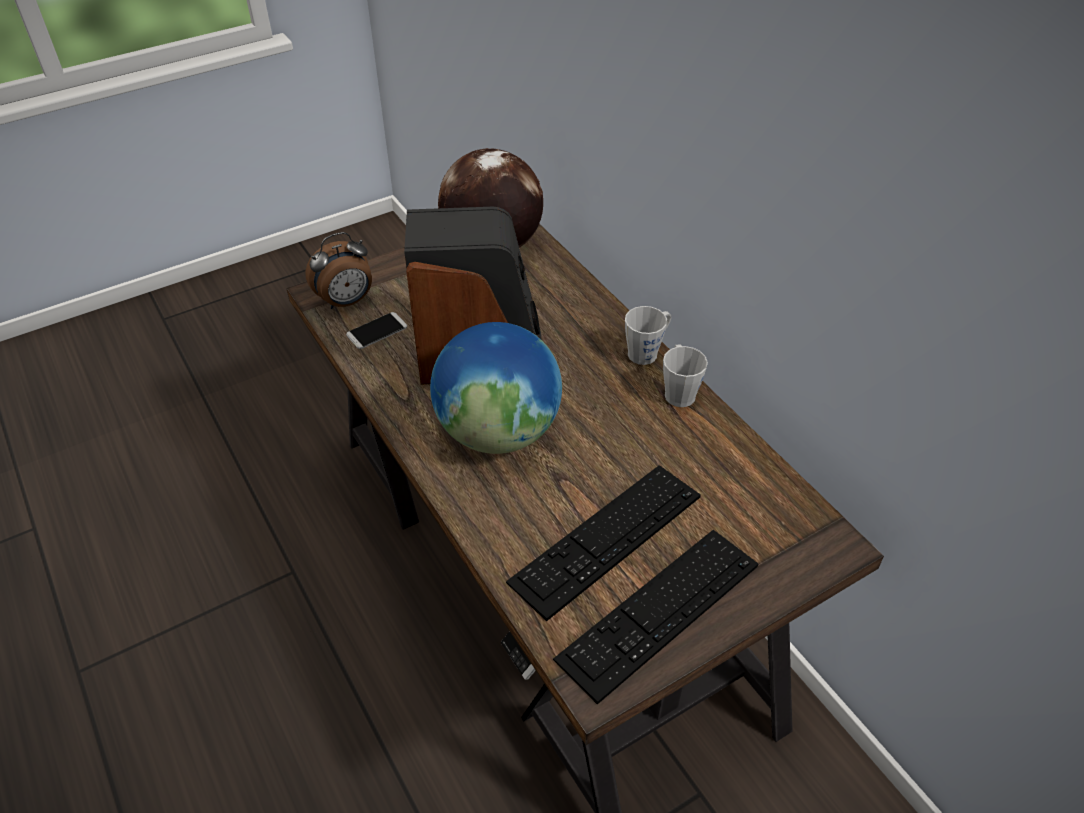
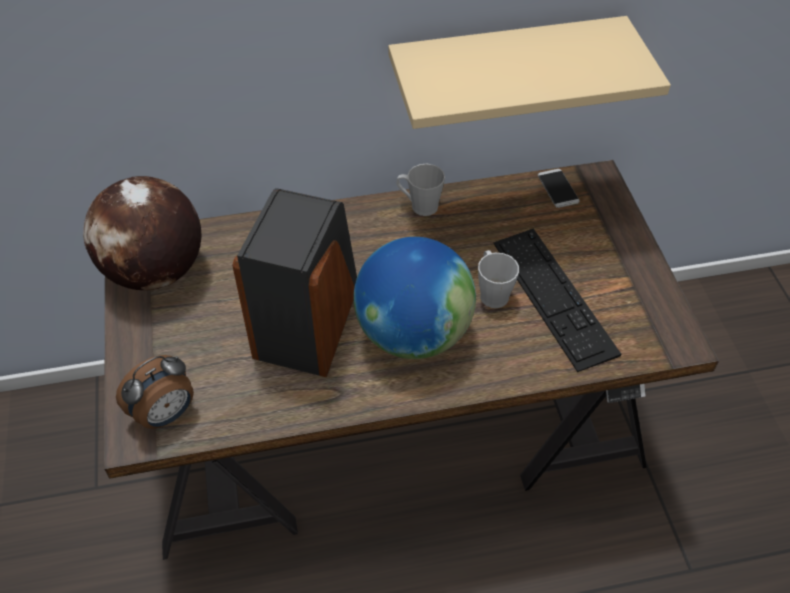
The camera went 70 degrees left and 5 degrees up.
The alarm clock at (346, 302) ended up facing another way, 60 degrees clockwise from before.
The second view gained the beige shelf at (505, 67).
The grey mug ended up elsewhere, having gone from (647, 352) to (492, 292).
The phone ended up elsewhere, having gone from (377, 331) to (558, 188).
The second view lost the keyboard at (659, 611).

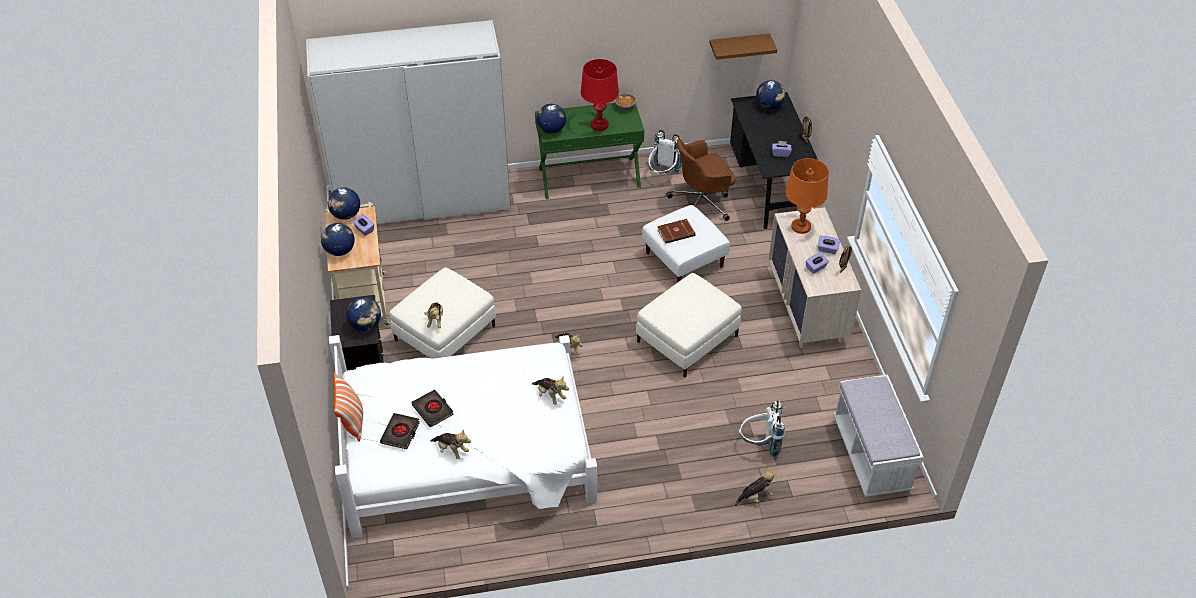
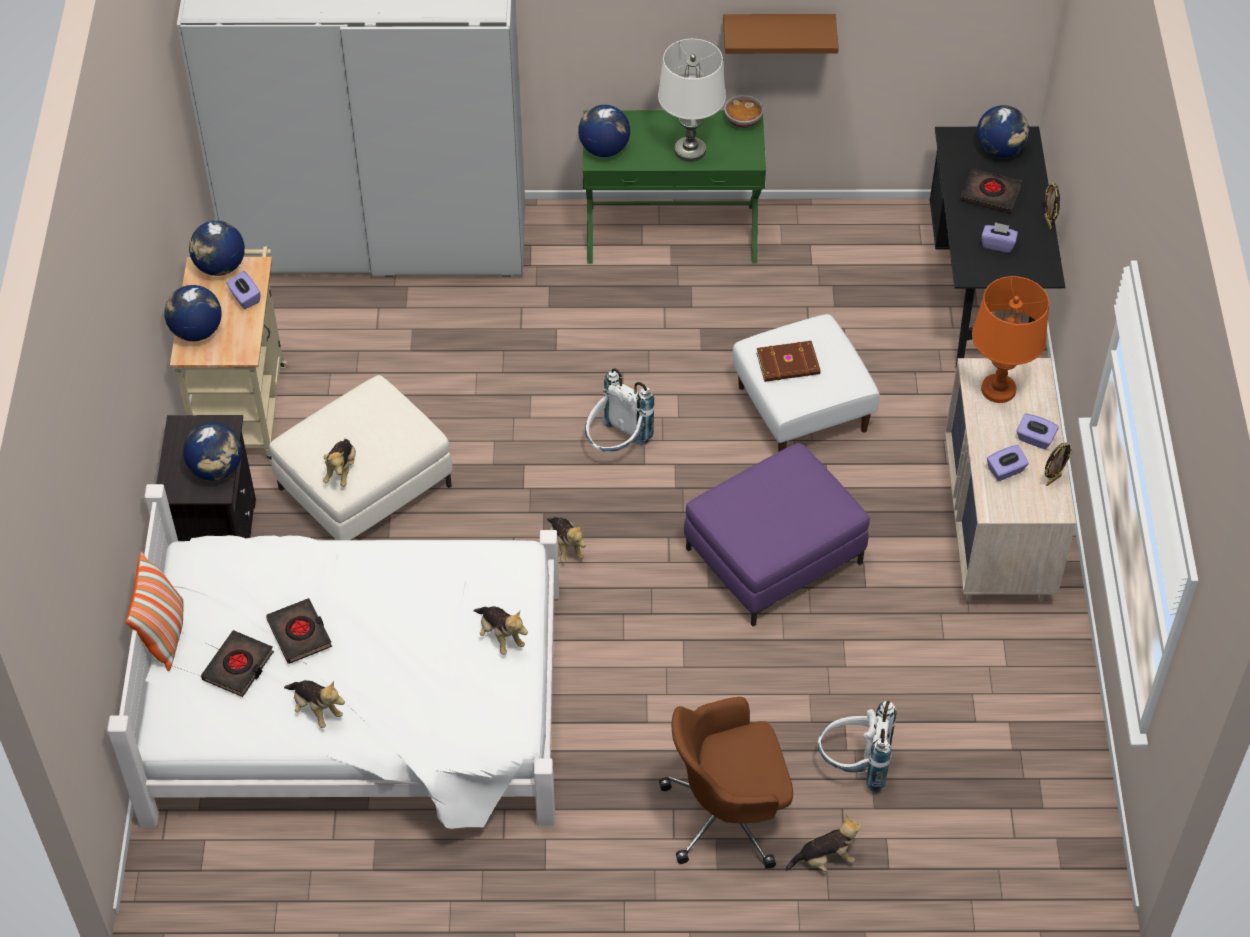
The camera went 10 degrees right and 5 degrees up.
The white backpack ended up elsewhere, having gone from (662, 174) to (616, 446).
What was the red table lamp at (599, 125) turned into the white table lamp at (689, 150).
The brown office chair ended up elsewhere, having gone from (701, 203) to (728, 814).
What was the white ottoman at (687, 339) turned into the purple ottoman at (773, 556).
The brown shelf ended up elsewhere, having gone from (738, 46) to (778, 30).
The second view gained the black book at (990, 194).
The second view lost the white bench at (871, 455).

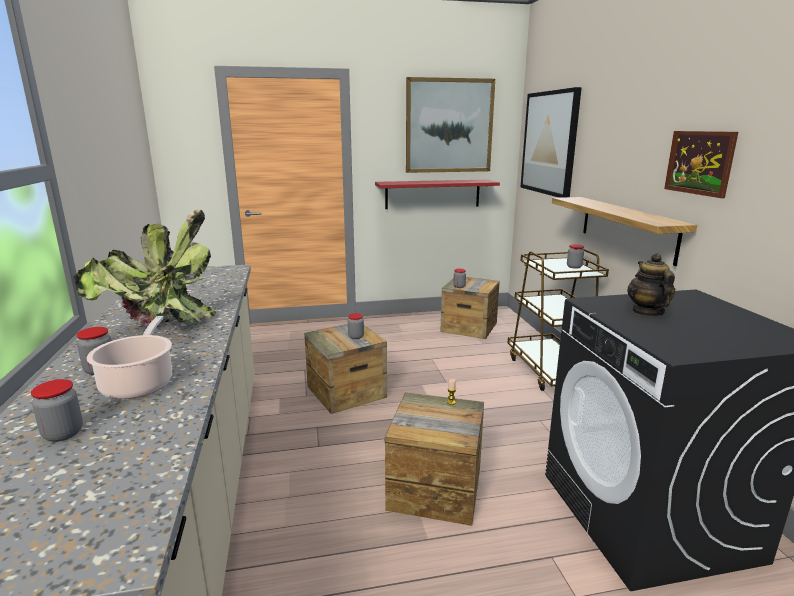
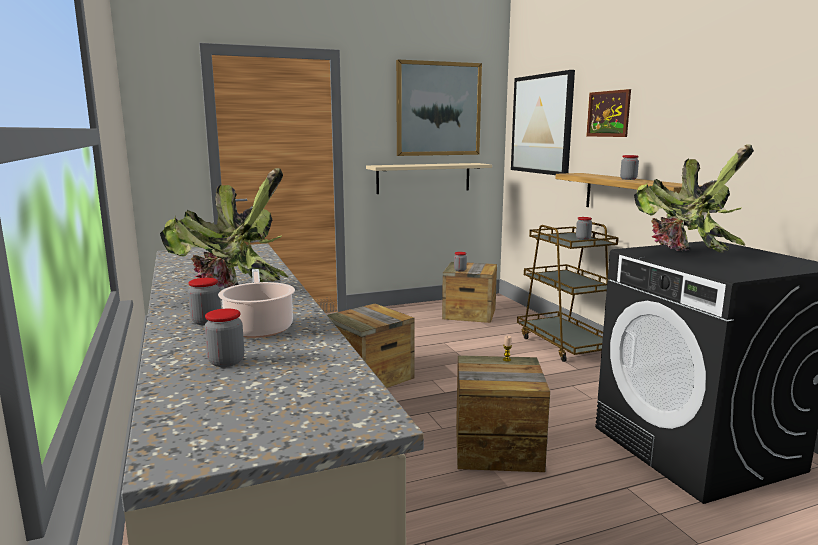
The camera went 10 degrees left and 5 degrees down.
What was the red shelf at (432, 194) turned into the beige shelf at (423, 178).
The picture ended up elsewhere, having gone from (699, 162) to (608, 114).
The jar ended up elsewhere, having gone from (356, 337) to (628, 179).
Where the teapot stood at (647, 312), the potted plant came to stand at (686, 254).

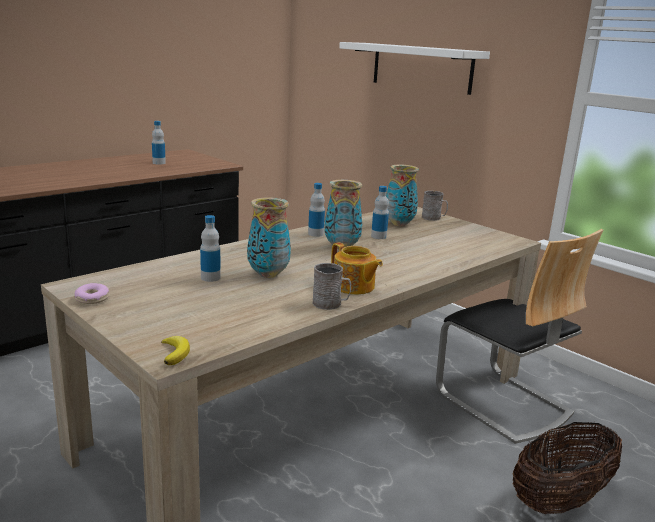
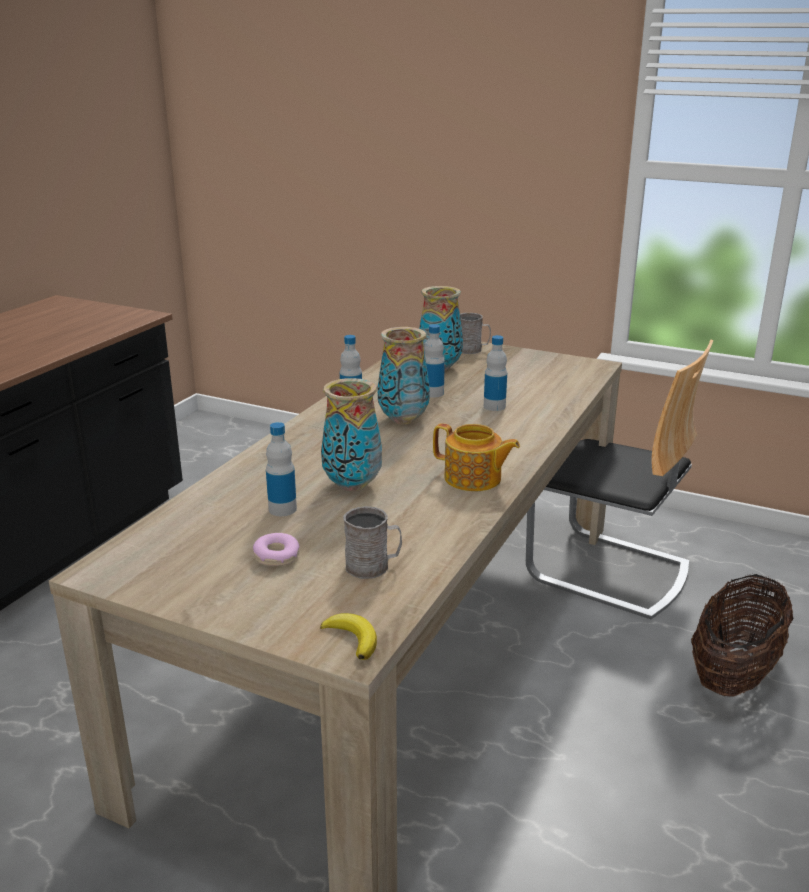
The camera went 20 degrees left and 5 degrees up.
The donut ended up elsewhere, having gone from (92, 299) to (276, 557).
The grey mug ended up elsewhere, having gone from (331, 304) to (373, 566).
The bottle ended up elsewhere, having gone from (159, 163) to (494, 406).
The second view lost the white shelf at (421, 67).

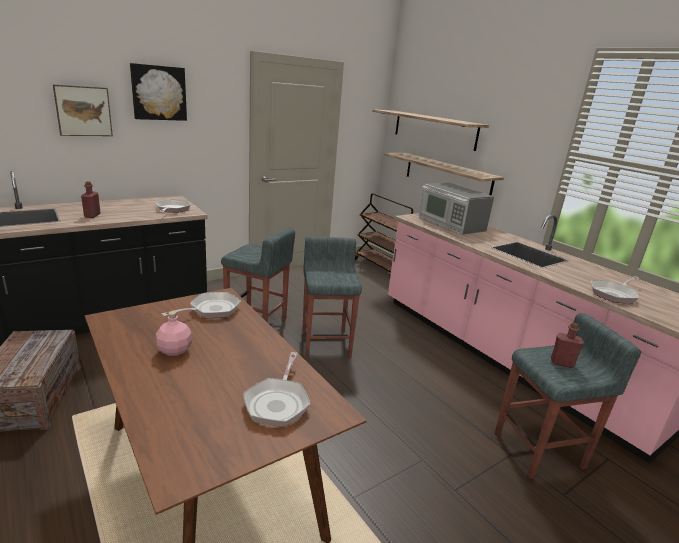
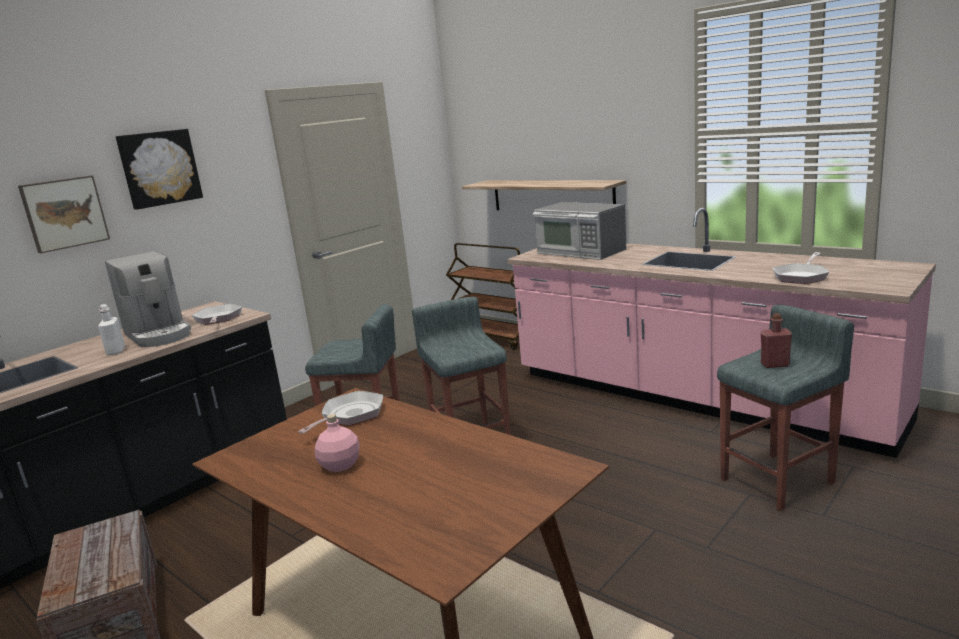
The camera went 10 degrees left and 5 degrees down.
What was the red bottle at (92, 215) turned into the white bottle at (116, 351).
The second view gained the coffee machine at (159, 334).
The second view lost the frying pan at (278, 402).
The second view lost the shelf at (434, 129).

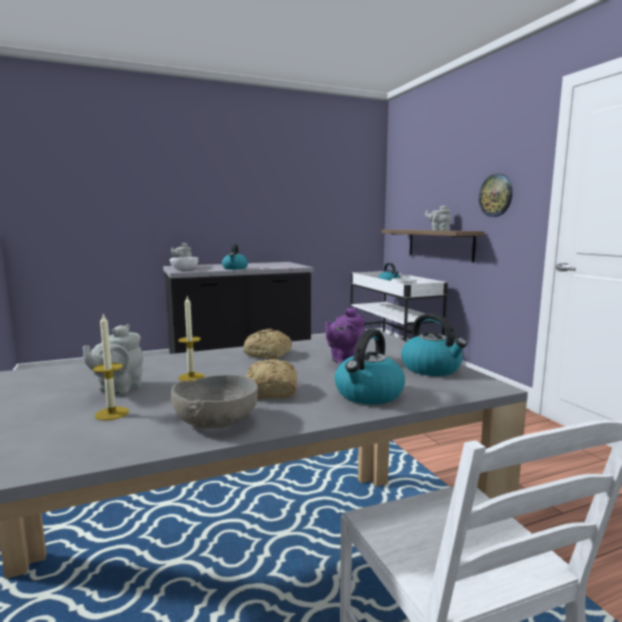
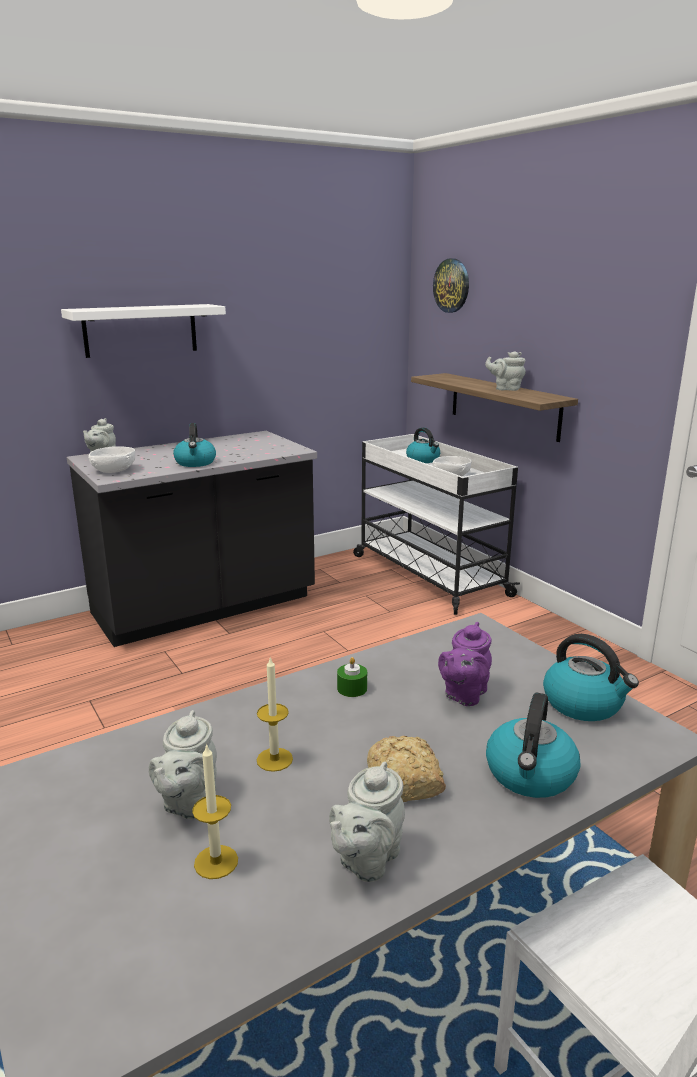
The camera went 10 degrees left and 10 degrees up.
The second view gained the white shelf at (140, 330).
Where the grey bowl stood at (216, 421), the grey teapot came to stand at (366, 860).
Where the bread stood at (268, 354), the green candle came to stand at (352, 688).
The wall clock ended up elsewhere, having gone from (496, 195) to (452, 285).

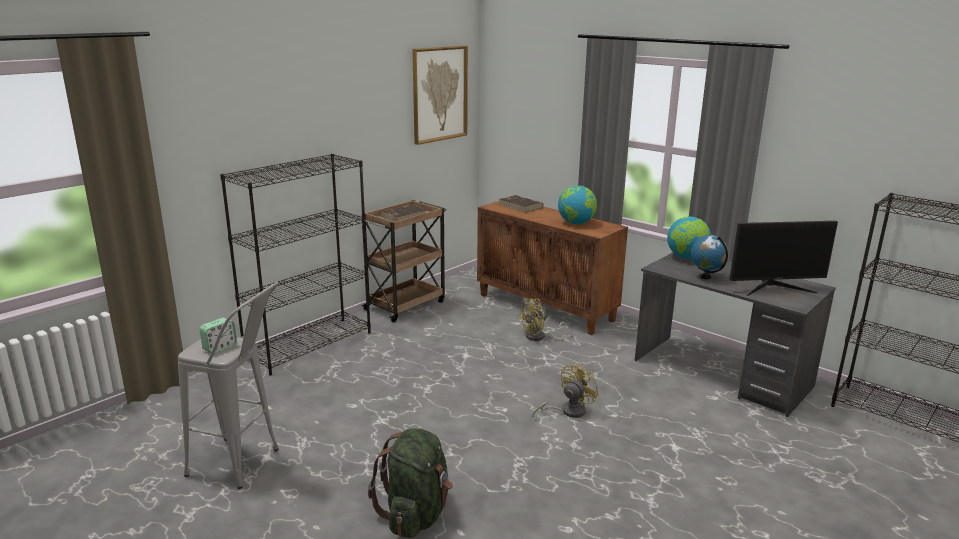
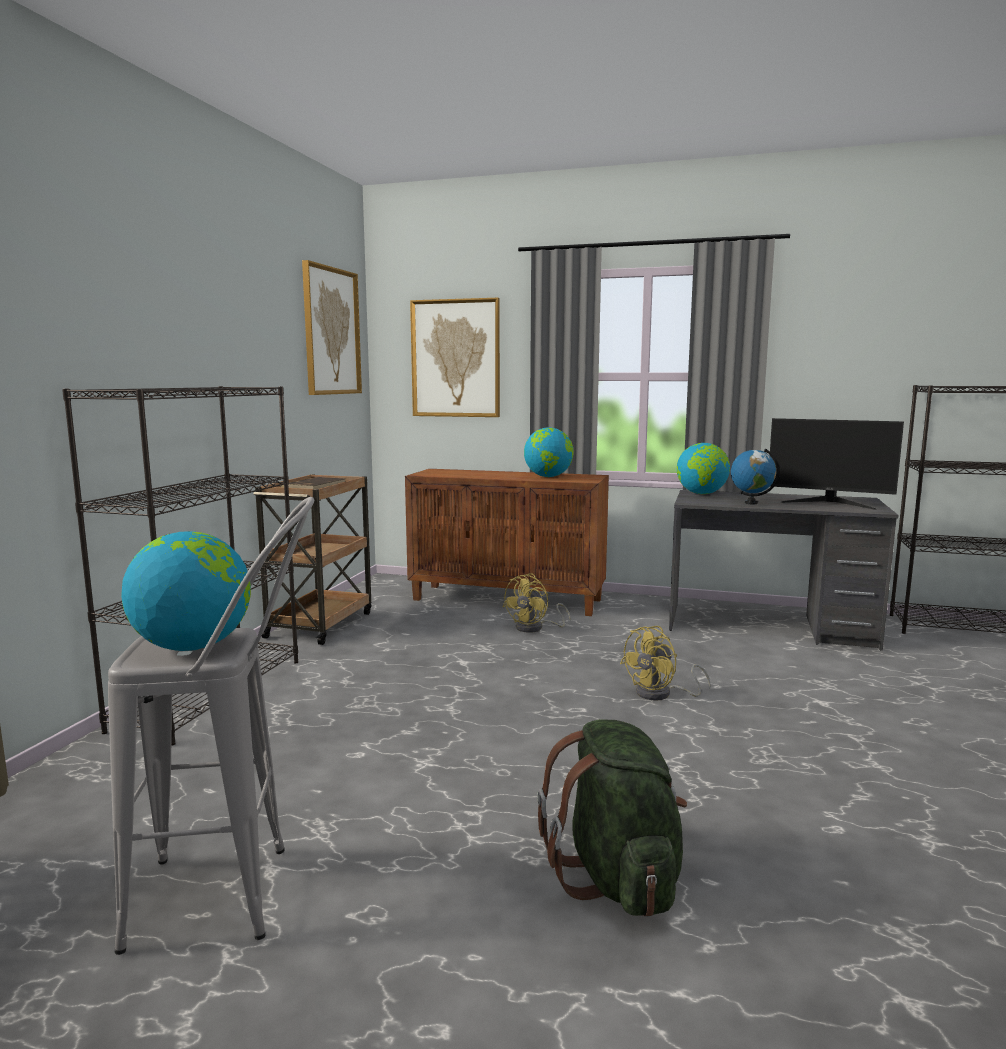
The camera went 25 degrees left and 10 degrees down.
Where the alarm clock stood at (220, 348), the globe came to stand at (193, 646).
The second view gained the picture at (455, 358).
The yellow fan at (567, 411) ended up facing another way, 150 degrees counterclockwise from before.
The monitor at (774, 288) ended up facing another way, 60 degrees clockwise from before.
The second view lost the brown book at (521, 206).

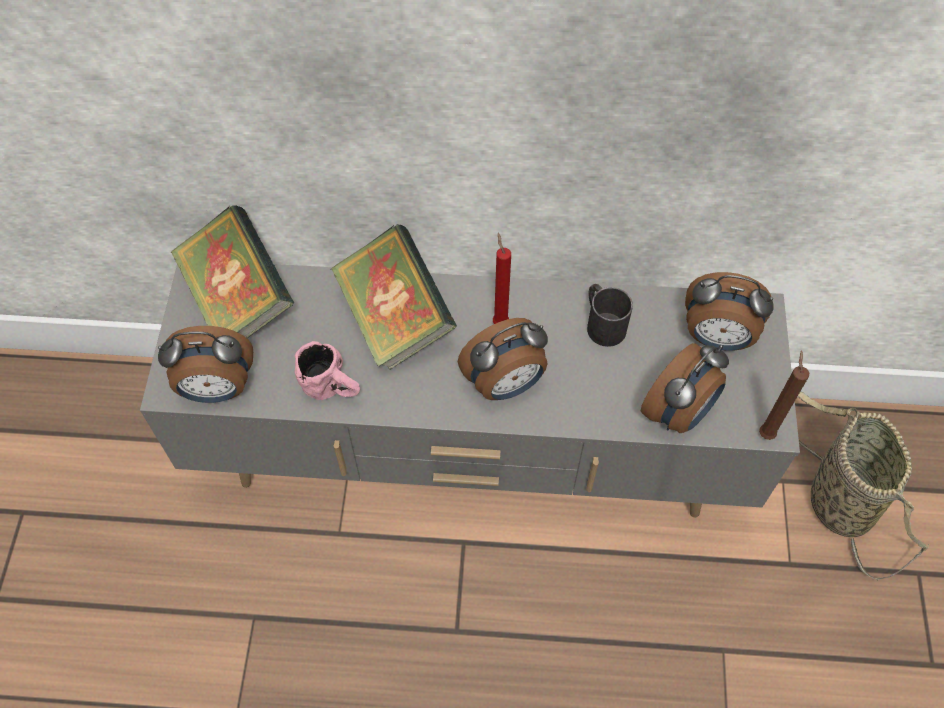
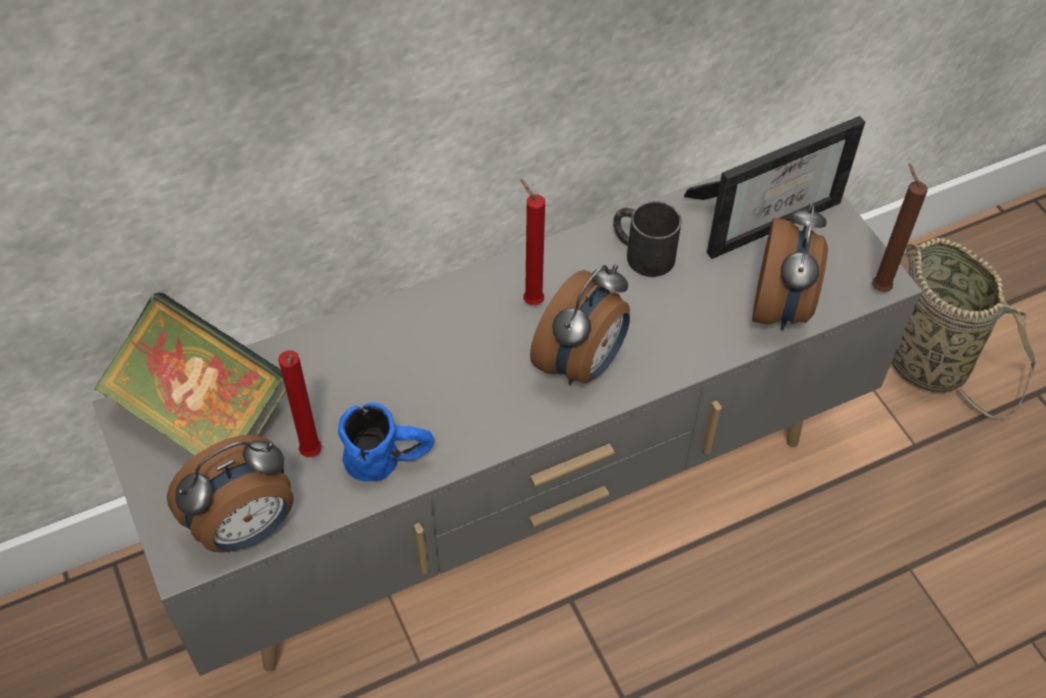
The camera went 30 degrees left and 5 degrees down.
The second view gained the red candle at (311, 455).
What was the pink mug at (333, 389) turned into the blue mug at (390, 460).
Where the alarm clock stood at (717, 337), the picture frame came to stand at (767, 216).
The second view lost the book at (395, 319).

